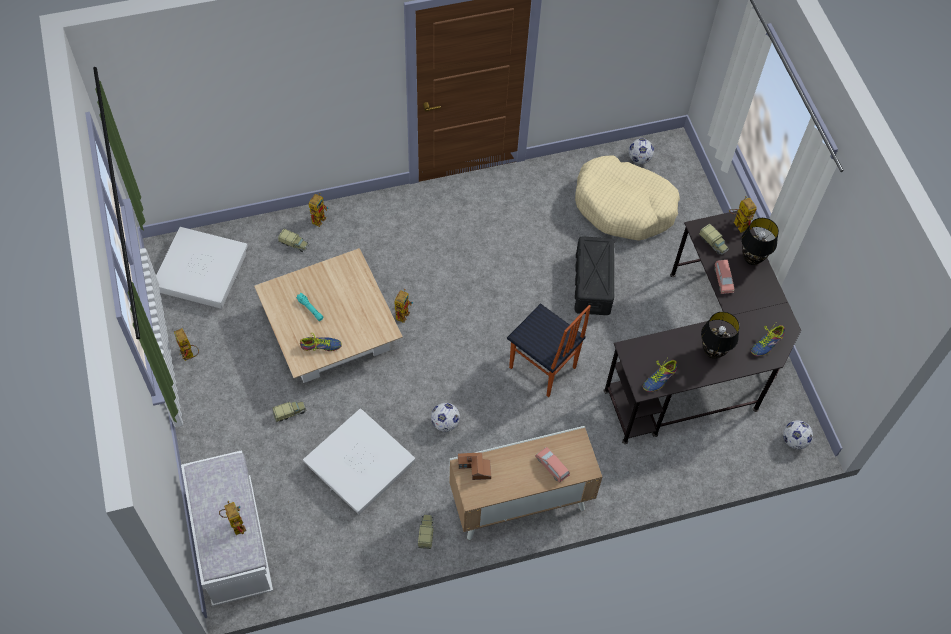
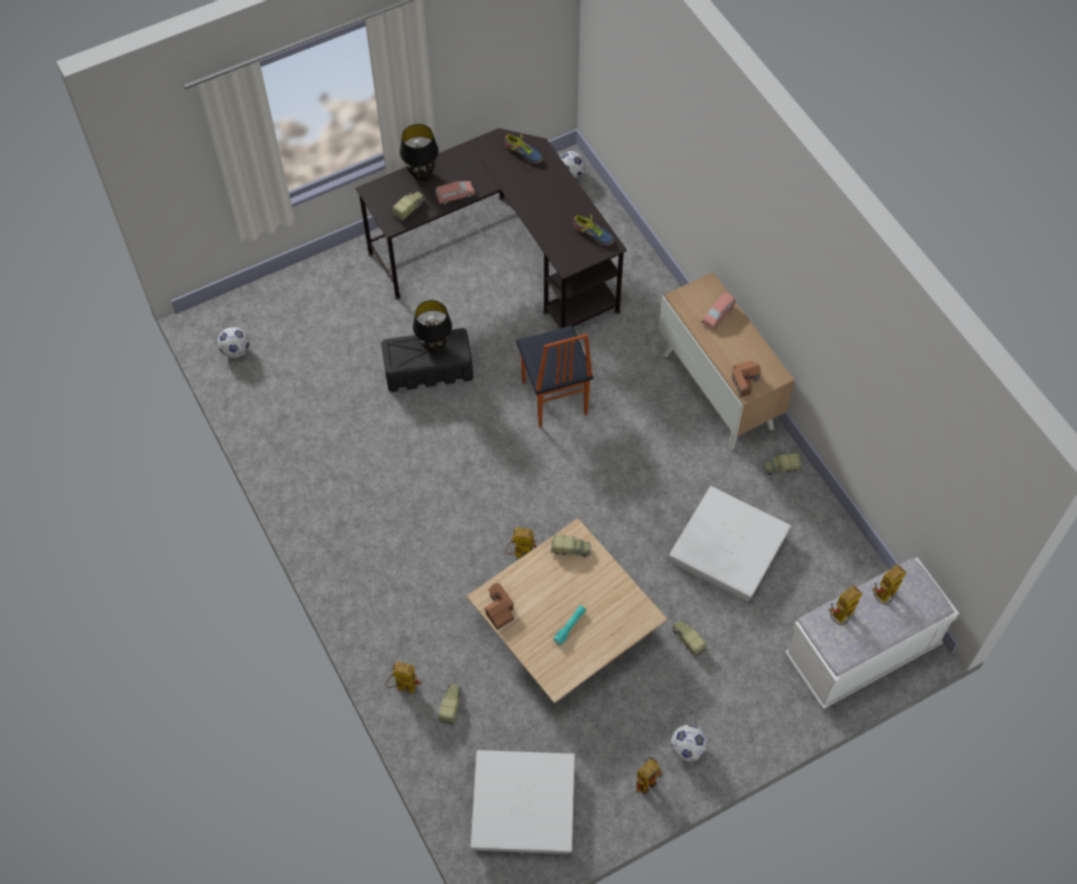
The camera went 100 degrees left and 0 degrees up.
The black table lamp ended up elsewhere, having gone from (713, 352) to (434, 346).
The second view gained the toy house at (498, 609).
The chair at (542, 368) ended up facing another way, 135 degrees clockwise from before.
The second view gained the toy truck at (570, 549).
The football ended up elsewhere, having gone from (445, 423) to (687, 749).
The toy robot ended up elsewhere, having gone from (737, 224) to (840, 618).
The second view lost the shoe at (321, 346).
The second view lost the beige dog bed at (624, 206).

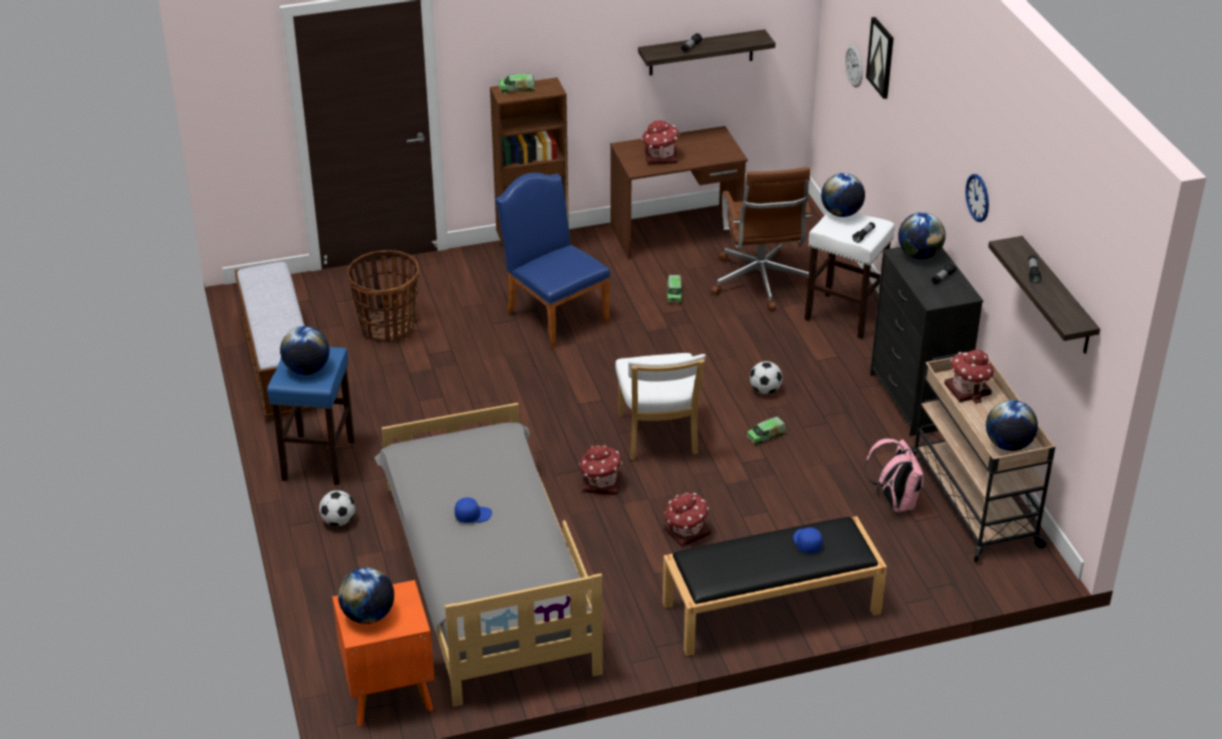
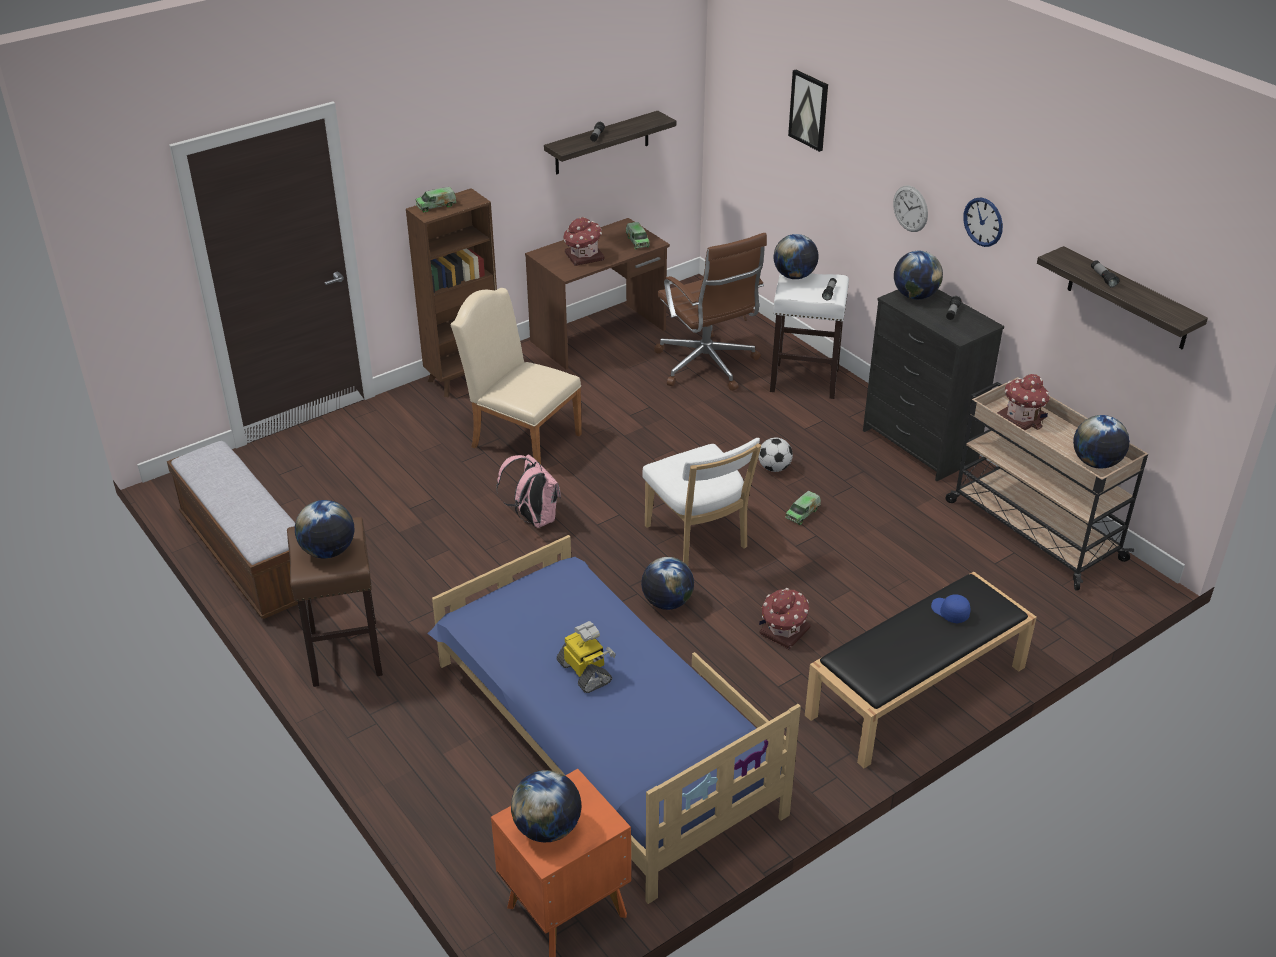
The camera went 20 degrees left and 0 degrees up.
What was the blue stool at (318, 459) turned into the brown stool at (345, 652).
What was the grey bed at (486, 575) turned into the blue bed at (602, 736).
What was the blue chair at (553, 313) turned into the beige chair at (520, 438).
The pink backpack ended up elsewhere, having gone from (895, 502) to (534, 519).
Where the blue cap stood at (473, 515), the toy robot came to stand at (585, 672).
The toy truck ended up elsewhere, having gone from (674, 294) to (637, 241).
Where the toy house stood at (600, 483), the globe came to stand at (667, 602).
The wall clock ended up elsewhere, having gone from (854, 66) to (910, 208).
The second view lost the football at (338, 521).
The second view lost the basket at (388, 327).

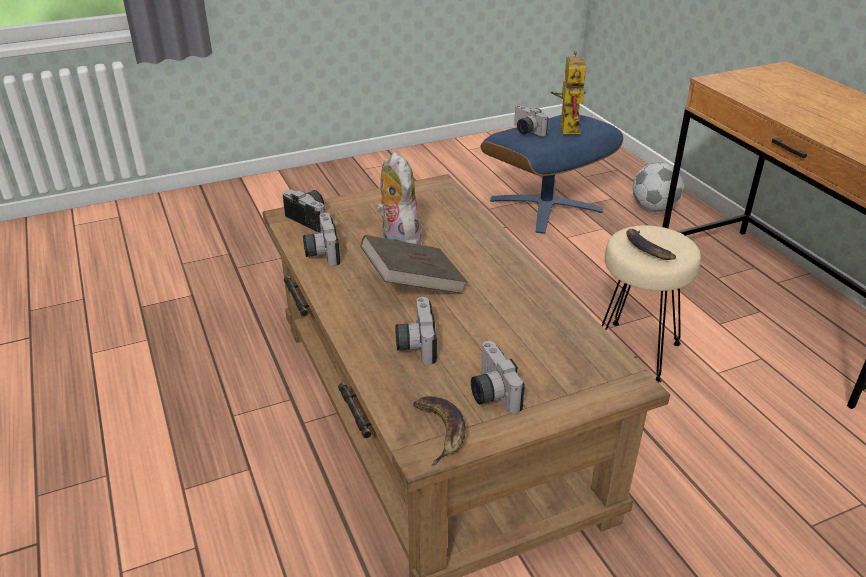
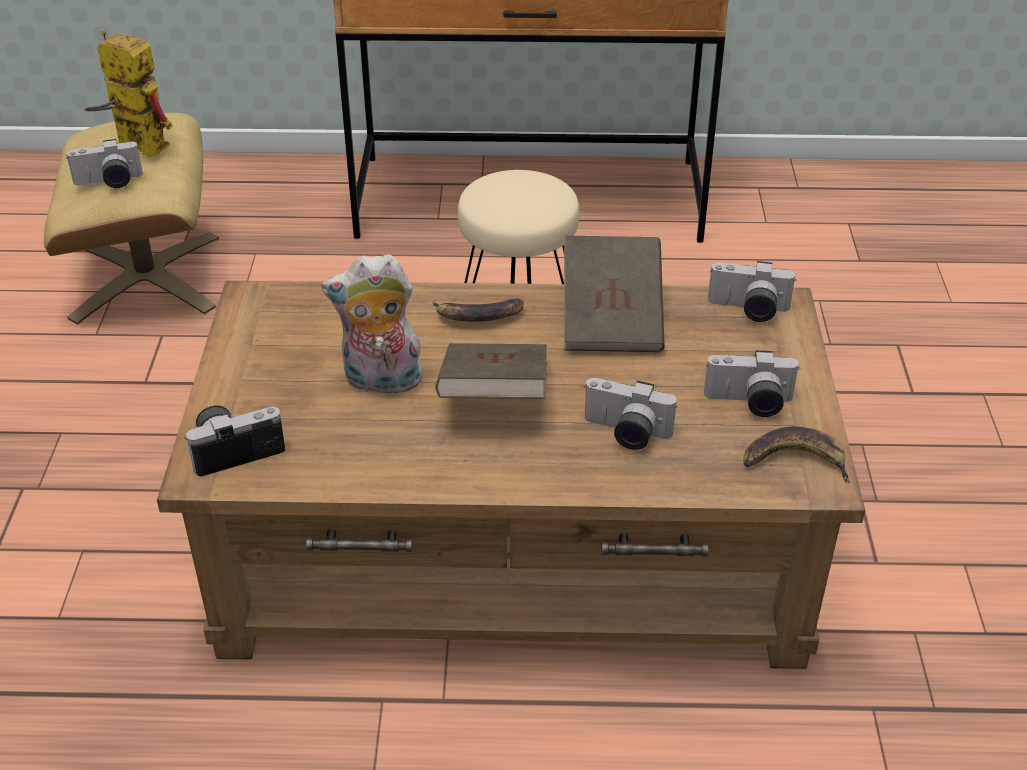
The camera went 65 degrees left and 5 degrees up.
What was the blue ottoman at (546, 205) turned into the beige ottoman at (147, 278).
The banana ended up elsewhere, having gone from (646, 248) to (478, 316).
The second view gained the brown book at (612, 320).
The photo camera ended up elsewhere, having gone from (321, 252) to (748, 310).
The second view lost the football at (654, 208).

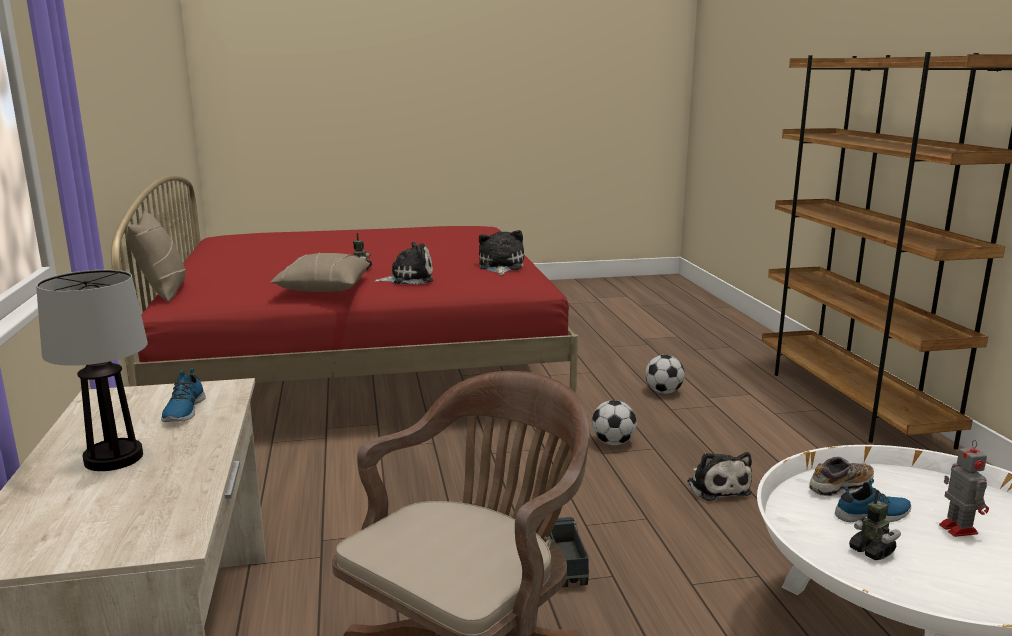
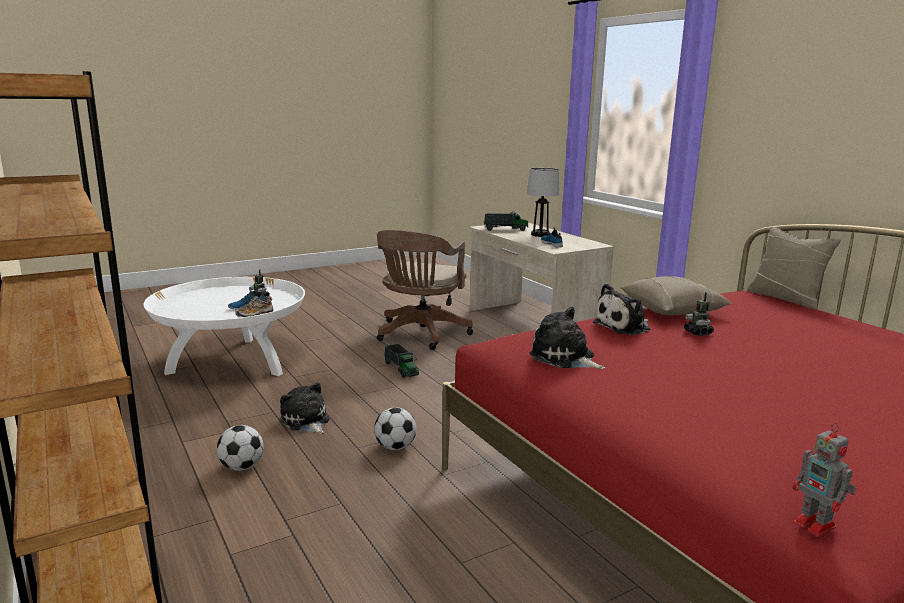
The camera went 160 degrees right and 0 degrees up.
The football ended up elsewhere, having gone from (663, 392) to (241, 467).
The second view gained the toy truck at (505, 229).
The plush toy at (500, 267) ended up facing another way, 150 degrees clockwise from before.
The toy robot ended up elsewhere, having gone from (957, 528) to (816, 525).

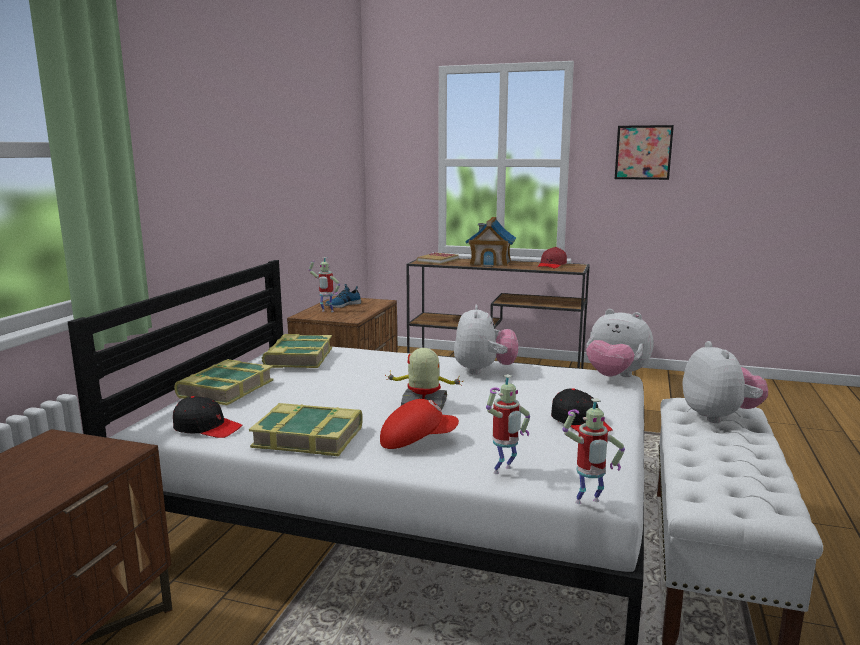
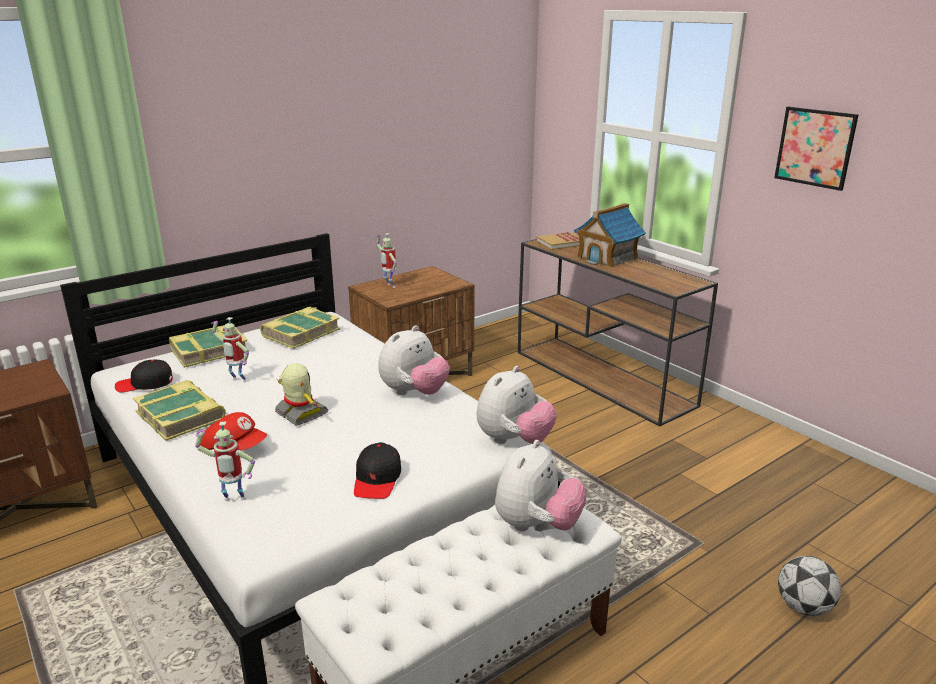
The camera went 35 degrees right and 10 degrees up.
The black cap at (207, 428) ended up facing another way, 120 degrees clockwise from before.
The toy robot ended up elsewhere, having gone from (588, 503) to (237, 381).
The plush toy at (615, 377) ended up facing another way, 120 degrees counterclockwise from before.
The second view gained the football at (803, 607).
The second view lost the shoe at (343, 305).
The second view lost the red cap at (552, 265).

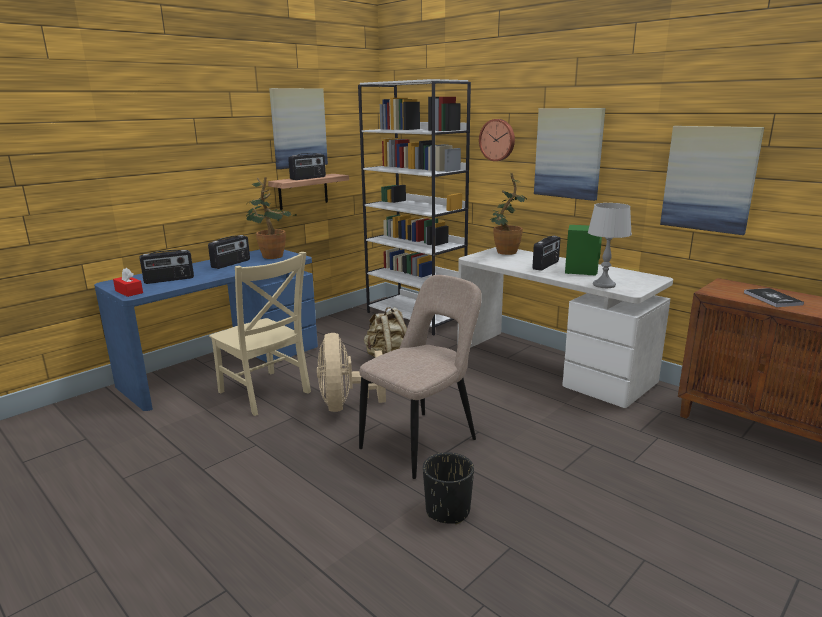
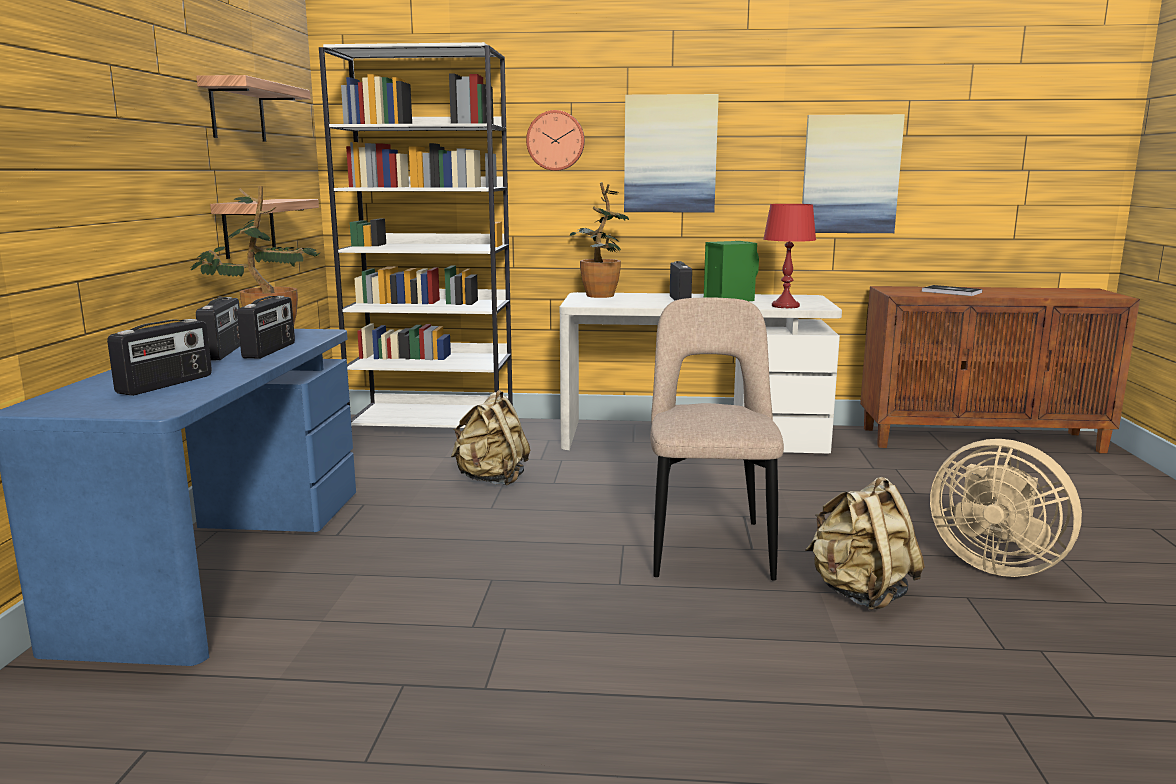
The camera went 40 degrees left and 5 degrees down.
Where the picture hung at (298, 128), the shelf came to hang at (237, 111).
The radio ended up elsewhere, having gone from (308, 178) to (270, 350).
What was the grey table lamp at (604, 285) turned into the red table lamp at (785, 306).
Where the black planter stood at (447, 510), the beige backpack came to stand at (860, 594).
The beige fan ended up elsewhere, having gone from (346, 404) to (994, 564).
The second view lost the red tissue box at (129, 292).
The second view lost the beige chair at (266, 394).

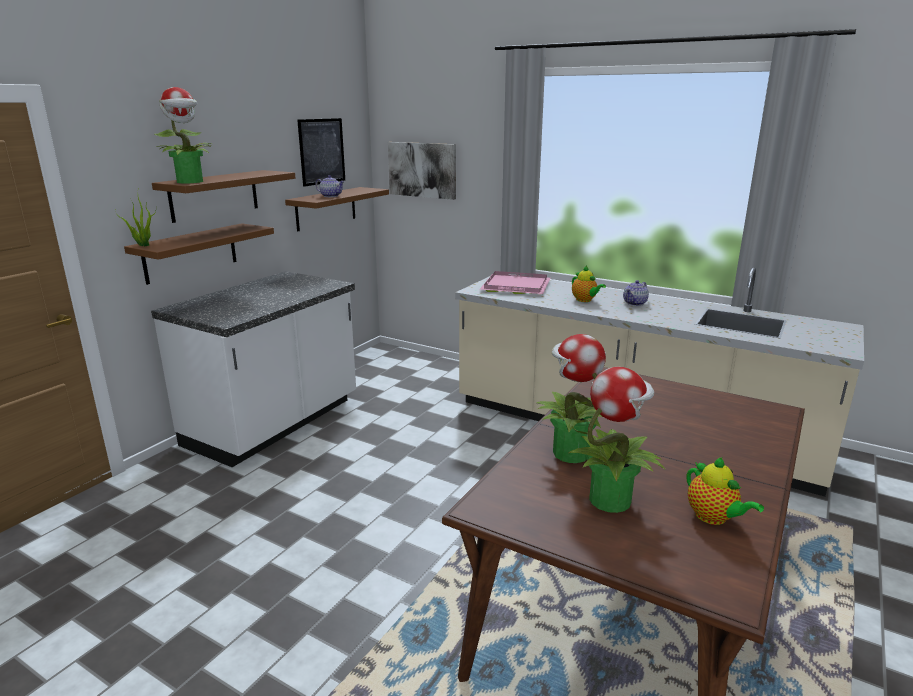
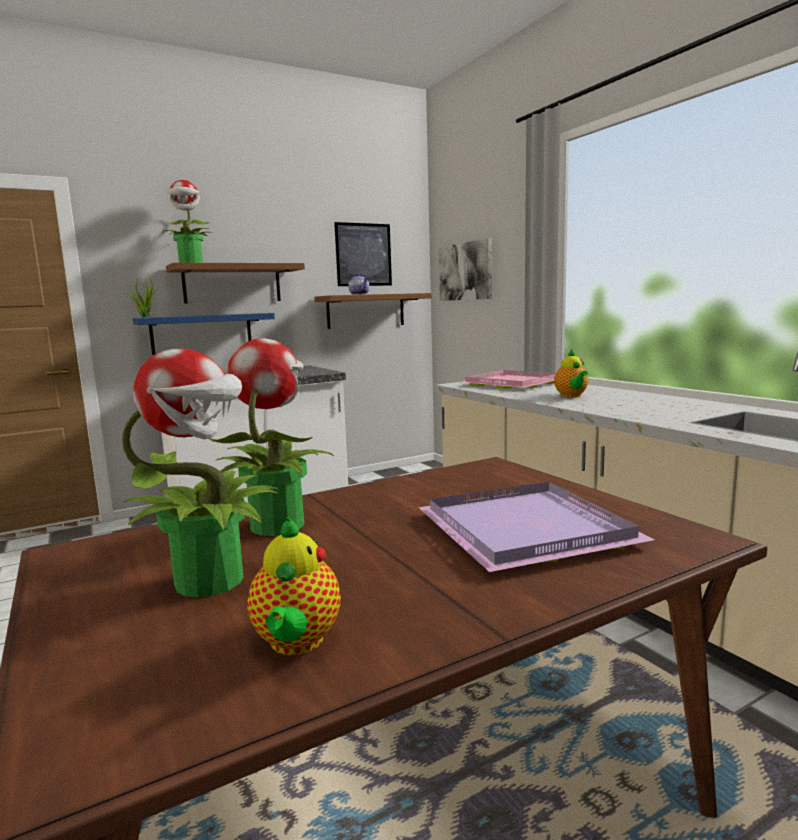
The camera went 30 degrees right and 10 degrees down.
What was the brown shelf at (190, 253) turned into the blue shelf at (202, 333).
The second view gained the purple tray at (521, 529).
The second view lost the teapot at (635, 303).

